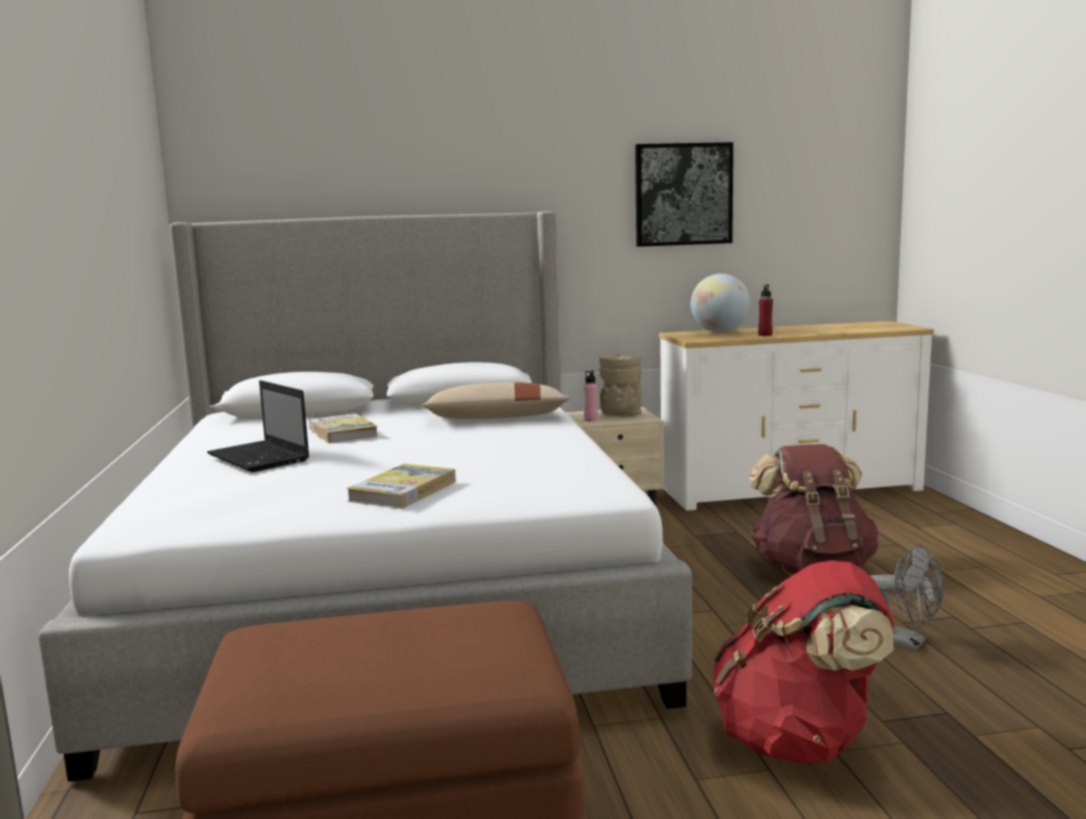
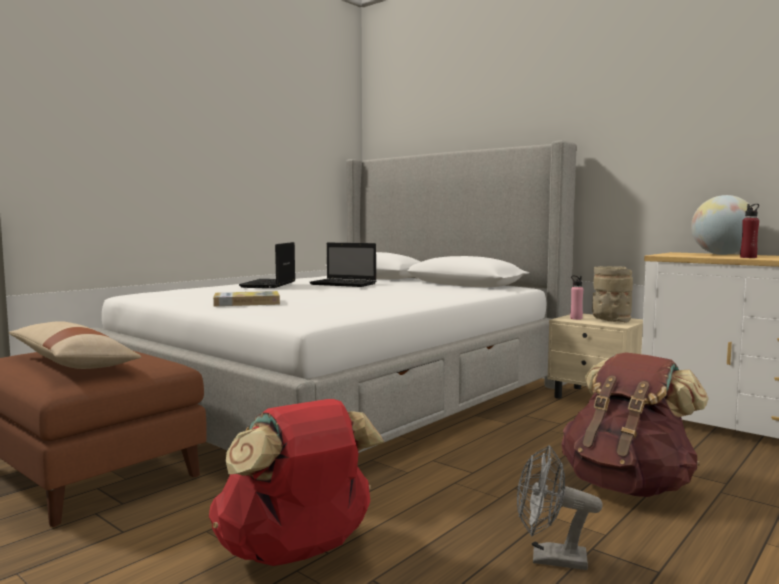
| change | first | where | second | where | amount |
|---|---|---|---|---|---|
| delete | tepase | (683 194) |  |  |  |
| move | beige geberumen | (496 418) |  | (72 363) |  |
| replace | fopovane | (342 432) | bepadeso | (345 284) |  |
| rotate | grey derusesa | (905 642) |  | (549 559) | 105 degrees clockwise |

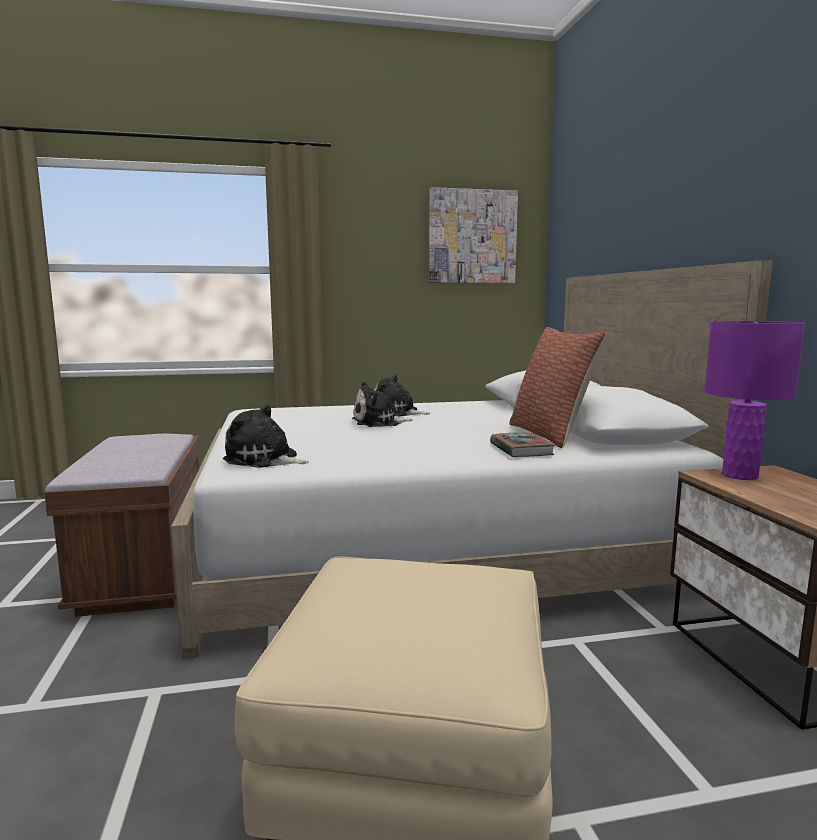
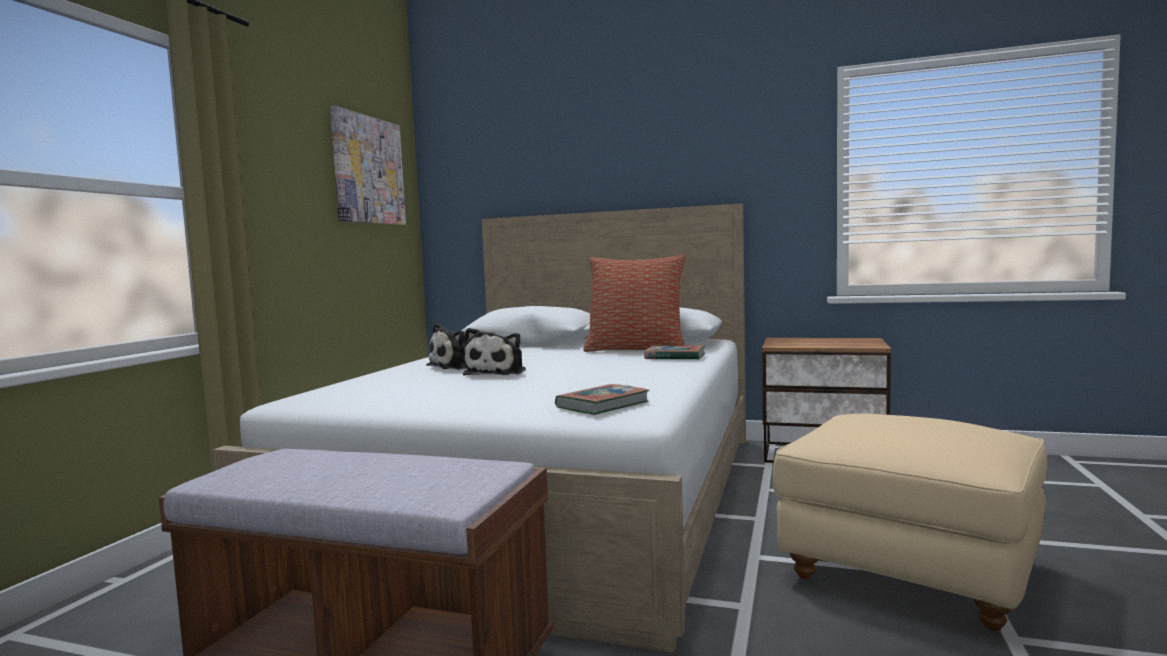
| change | first | where | second | where | amount |
|---|---|---|---|---|---|
| delete | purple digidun | (740 475) |  |  |  |
| replace | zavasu | (264 460) | fopovane | (602 405) |  |

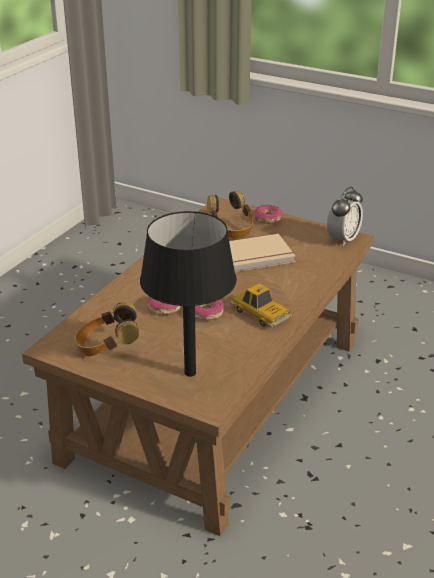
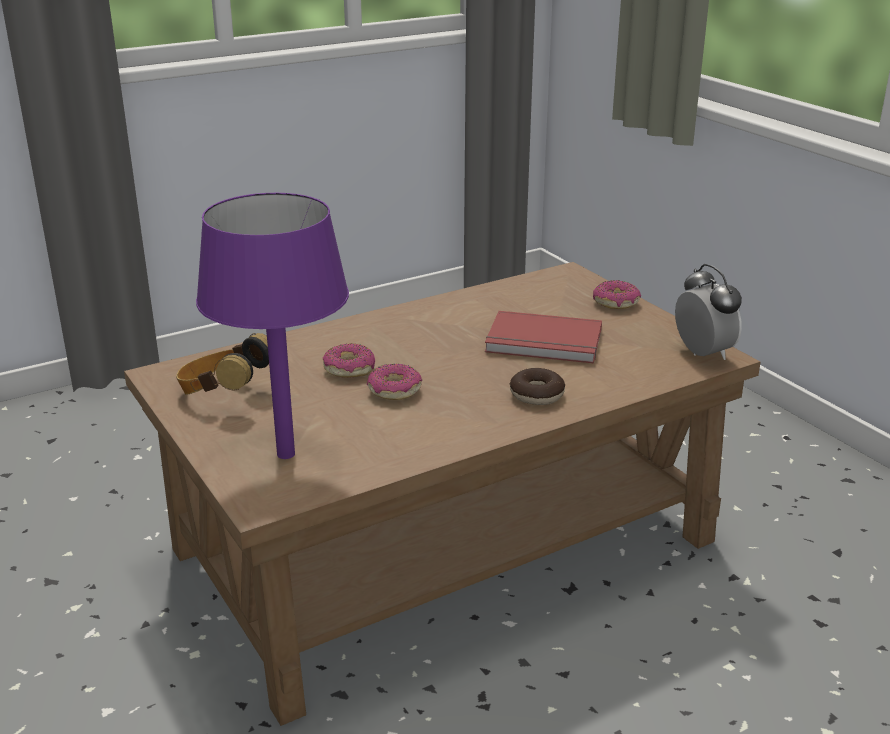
| change | first | where | second | where | amount |
|---|---|---|---|---|---|
| rotate | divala | (343 239) |  | (703 353) | 90 degrees counterclockwise |
| delete | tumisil | (231 229) |  |  |  |
| recolor | black digidun | (190 373) | purple digidun | (285 454) |  |
| recolor | beige fopovane | (256 257) | red fopovane | (544 343) |  |
| delete | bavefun | (260 313) |  |  |  |
| insert |  |  | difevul | (536 395) |  |

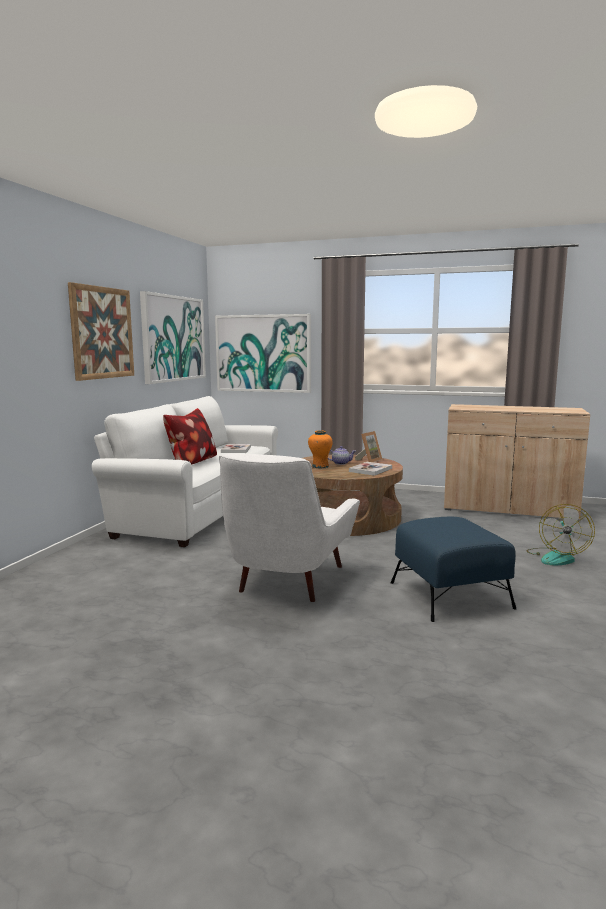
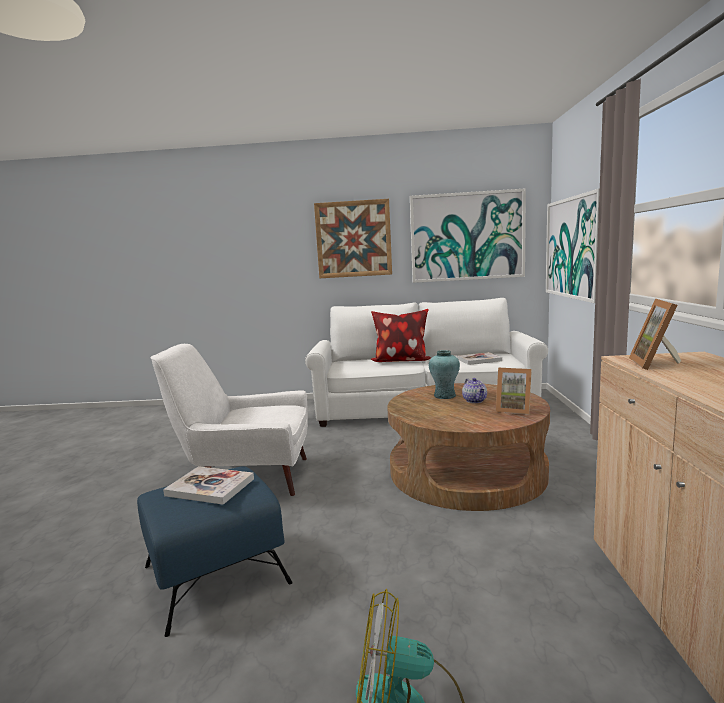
| change | first | where | second | where | amount |
|---|---|---|---|---|---|
| recolor | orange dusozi | (320 466) | turquoise dusozi | (444 396) |  |
| move | fopovane | (370 470) |  | (210 487) |  |
| insert |  |  | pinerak | (656 364) |  |

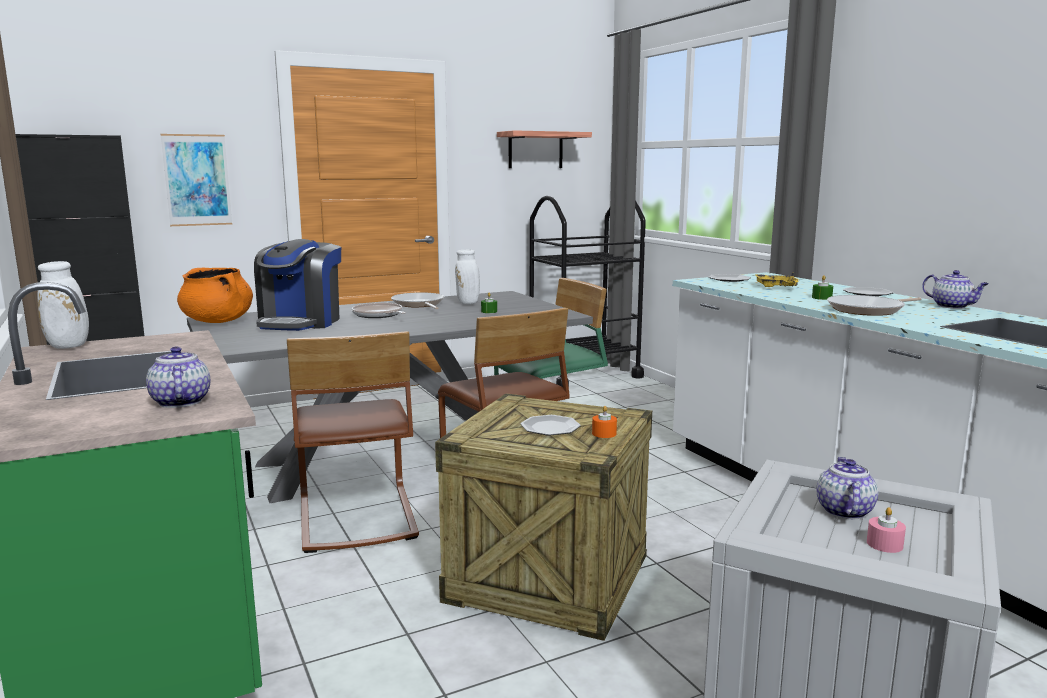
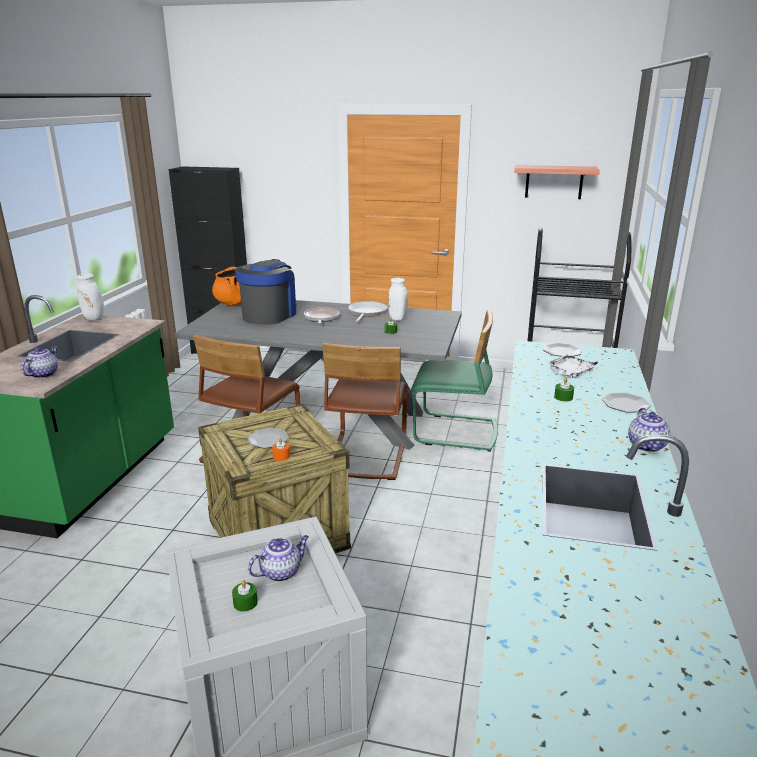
| change | first | where | second | where | amount |
|---|---|---|---|---|---|
| delete | tepase | (197 180) |  |  |  |
| rotate | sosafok | (300 322) |  | (269 315) | 150 degrees clockwise |
| recolor | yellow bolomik | (776 287) | white bolomik | (569 373) |  |
| delete | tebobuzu | (868 310) |  |  |  |
| recolor | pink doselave | (884 544) | green doselave | (245 602) |  |

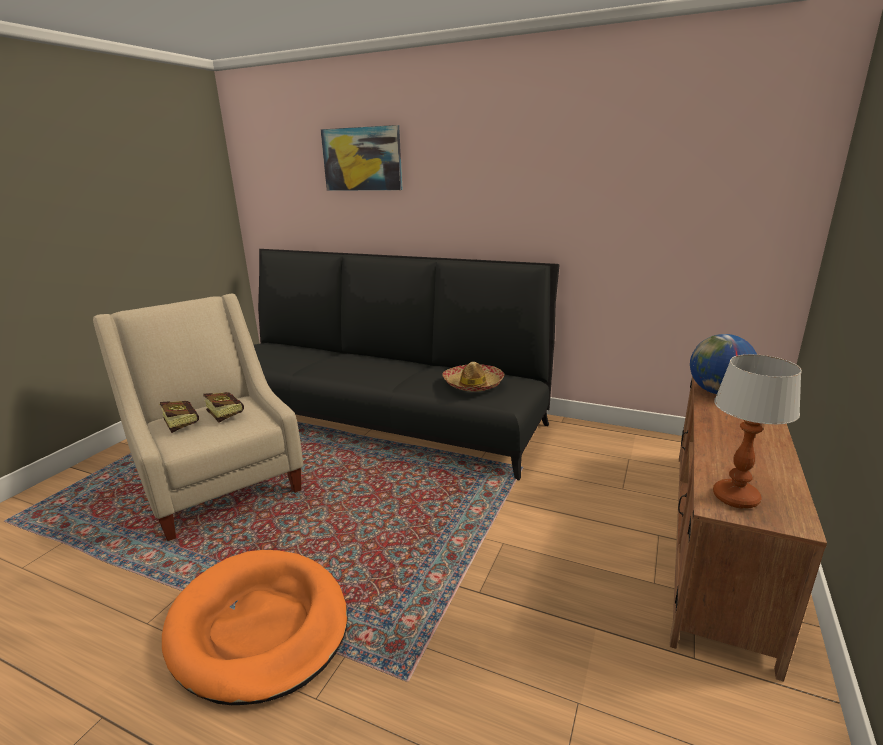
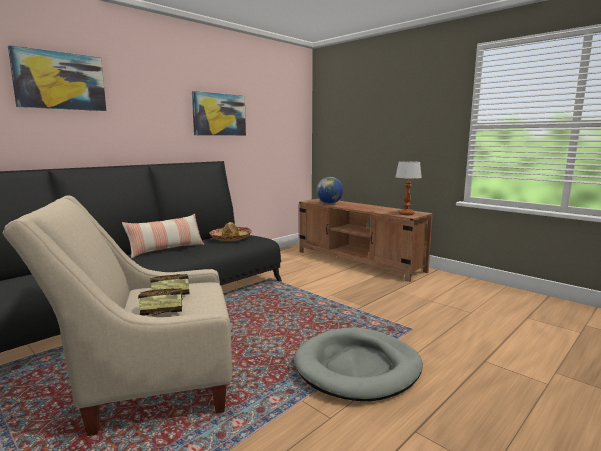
| change | first | where | second | where | amount |
|---|---|---|---|---|---|
| recolor | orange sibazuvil | (259 627) | grey sibazuvil | (358 367) |  |
| insert |  |  | tepase | (219 114) |  |
| insert |  |  | geberumen | (166 249) |  |

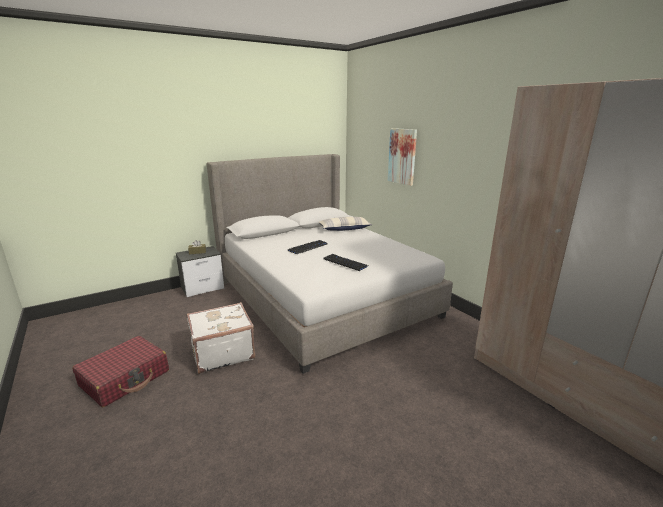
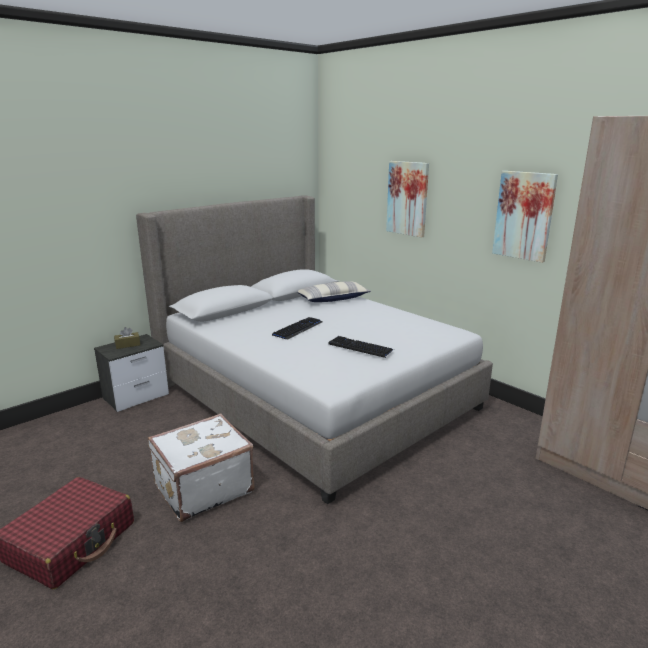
| change | first | where | second | where | amount |
|---|---|---|---|---|---|
| insert |  |  | tepase | (524 215) |  |

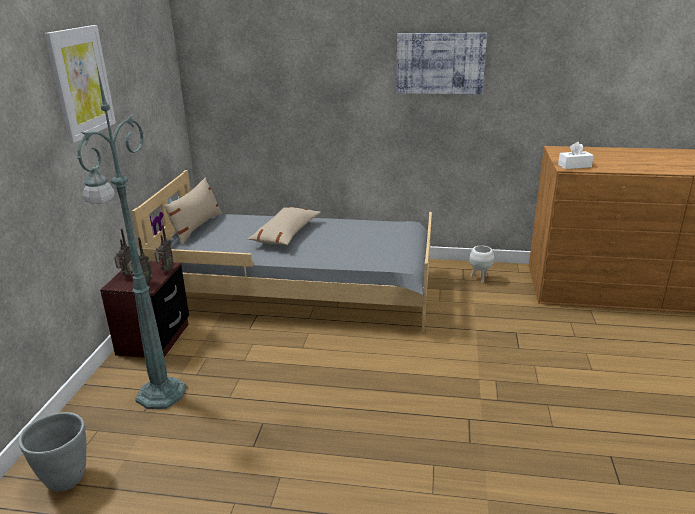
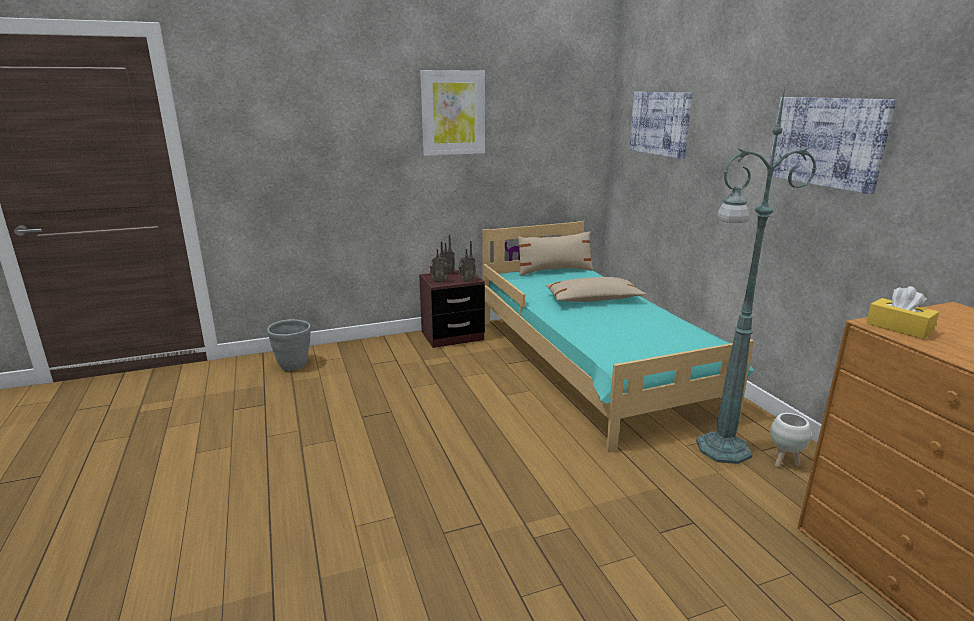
| change | first | where | second | where | amount |
|---|---|---|---|---|---|
| move | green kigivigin | (159 395) |  | (720 449) |  |
| recolor | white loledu | (574 166) | yellow loledu | (898 328) |  |
| recolor | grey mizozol | (299 291) | turquoise mizozol | (591 364) |  |
| insert |  |  | tepase | (660 123) |  |

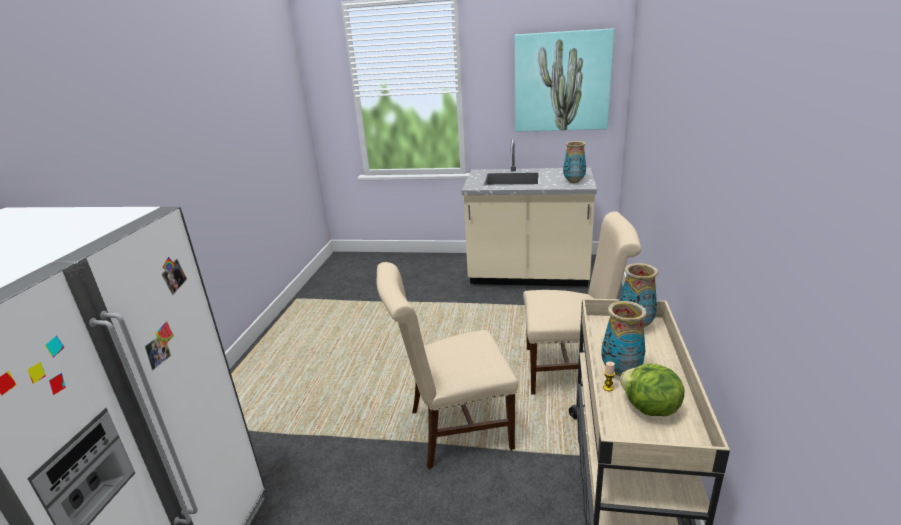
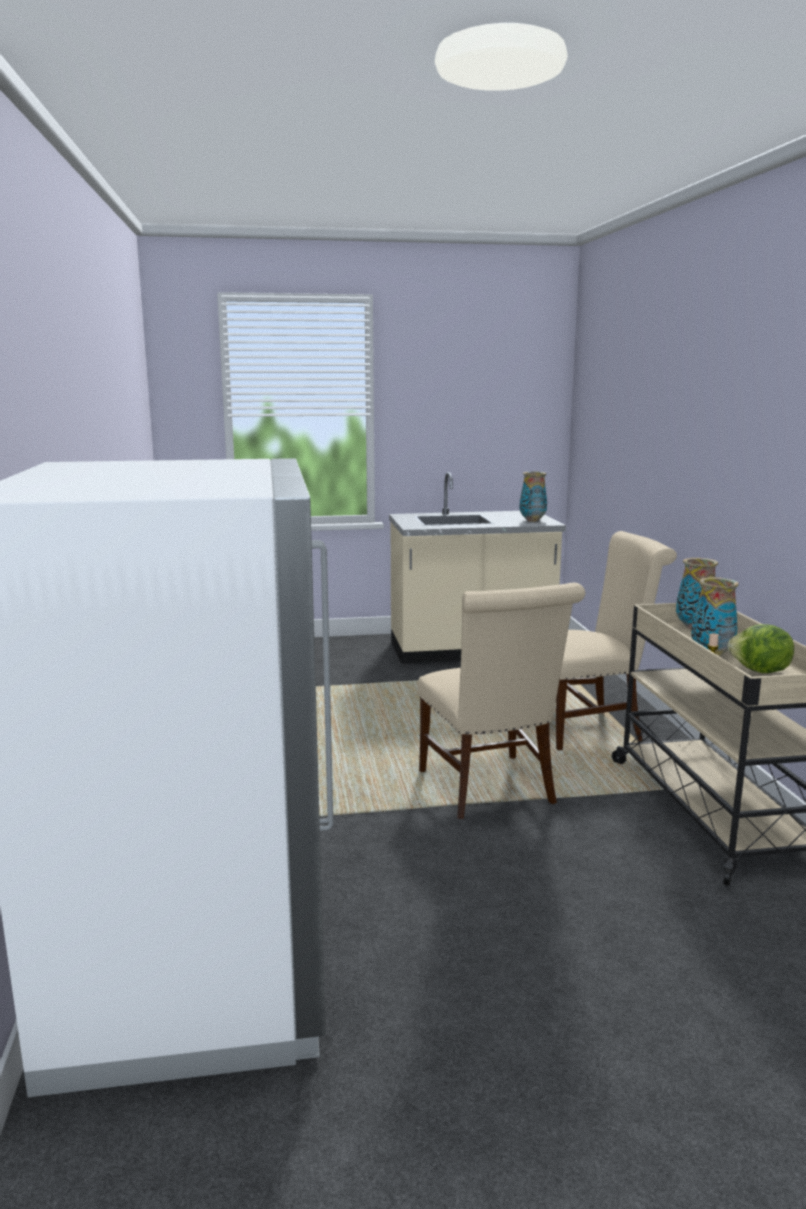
| change | first | where | second | where | amount |
|---|---|---|---|---|---|
| delete | tepase | (561 82) |  |  |  |
| rotate | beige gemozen | (452 430) |  | (490 790) | 75 degrees counterclockwise |

